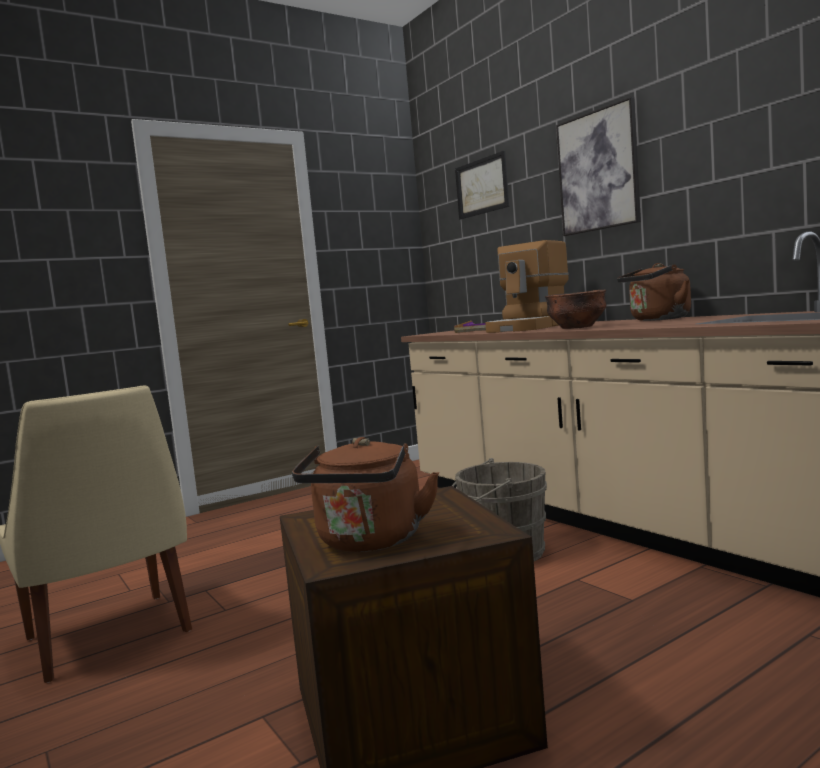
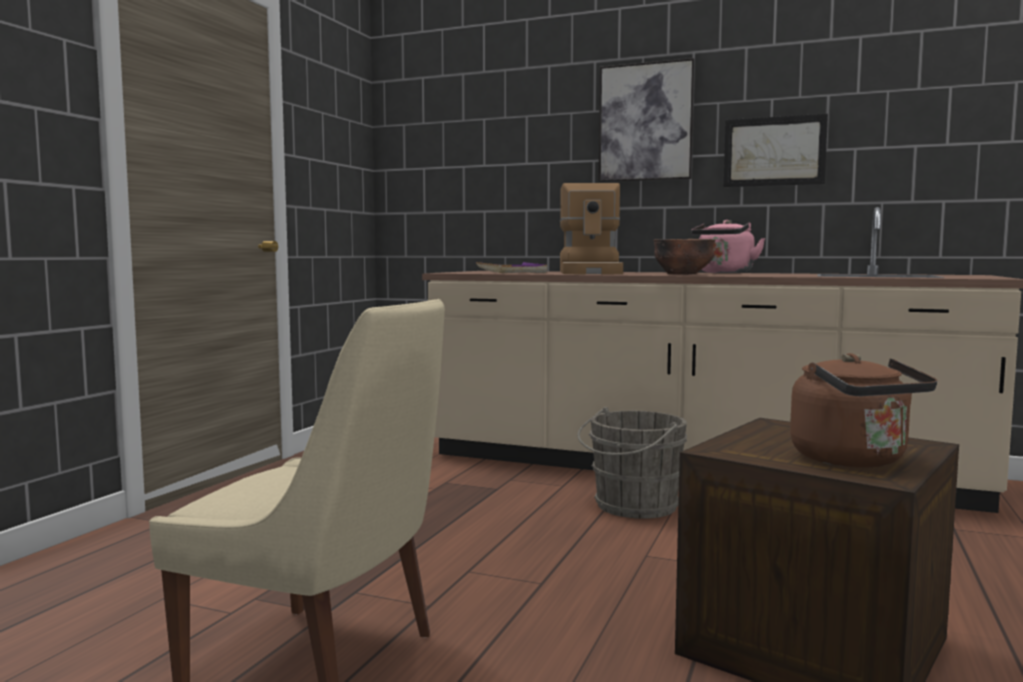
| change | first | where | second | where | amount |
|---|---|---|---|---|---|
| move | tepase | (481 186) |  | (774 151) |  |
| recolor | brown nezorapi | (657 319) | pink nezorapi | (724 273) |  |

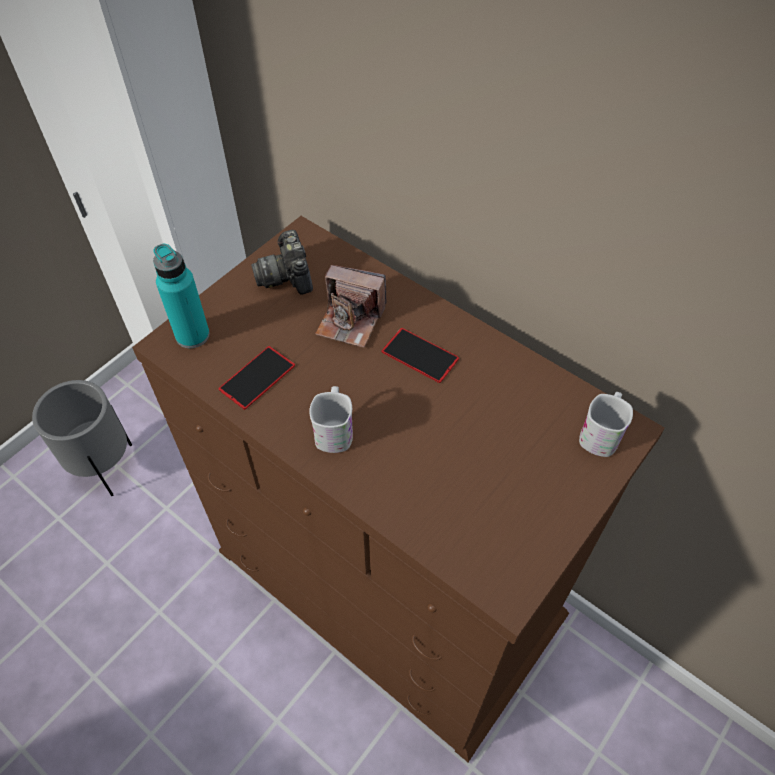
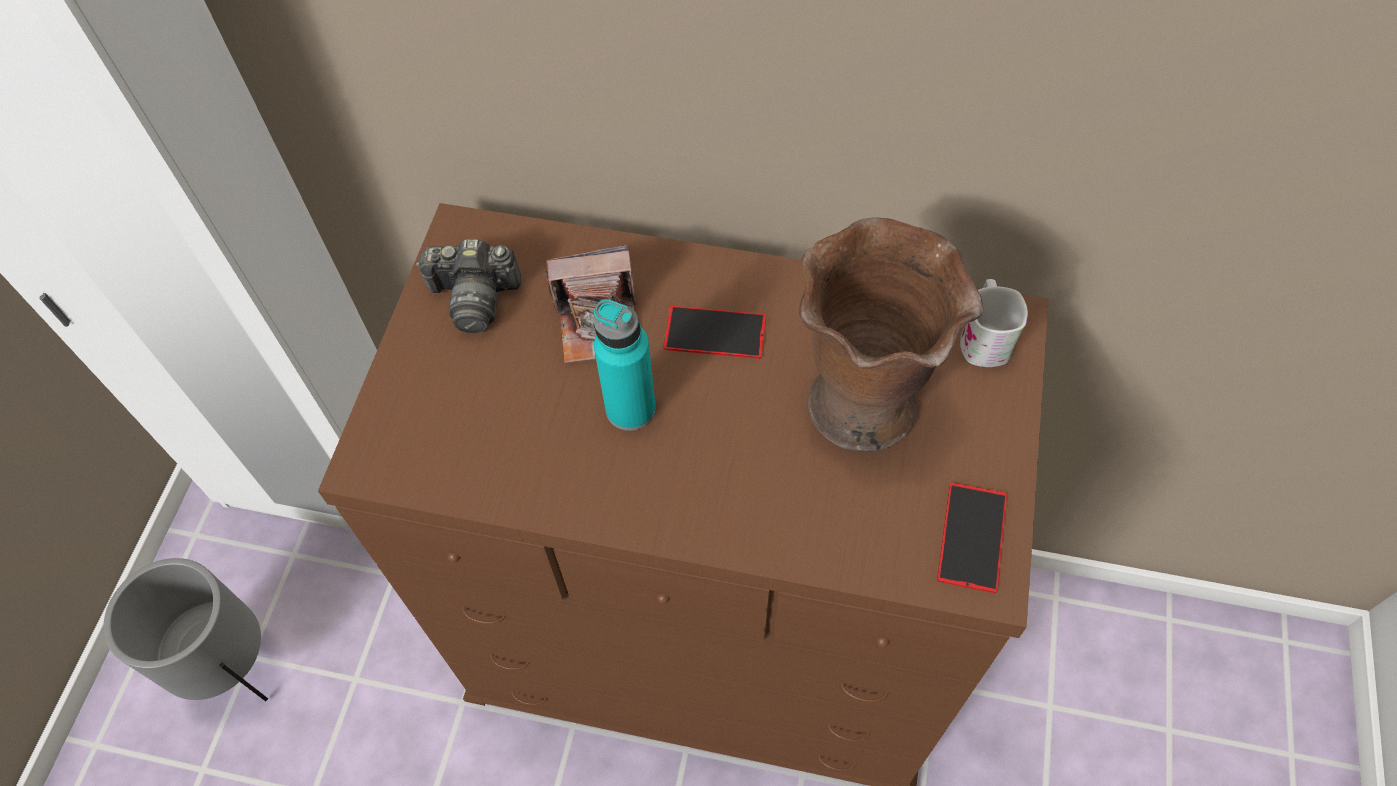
| change | first | where | second | where | amount |
|---|---|---|---|---|---|
| rotate | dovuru | (287 276) |  | (474 297) | 45 degrees counterclockwise |
| move | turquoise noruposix | (192 335) |  | (630 409) |  |
| move | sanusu | (257 377) |  | (972 537) |  |
| delete | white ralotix | (334 430) |  |  |  |
| insert |  |  | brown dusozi | (863 406) |  |

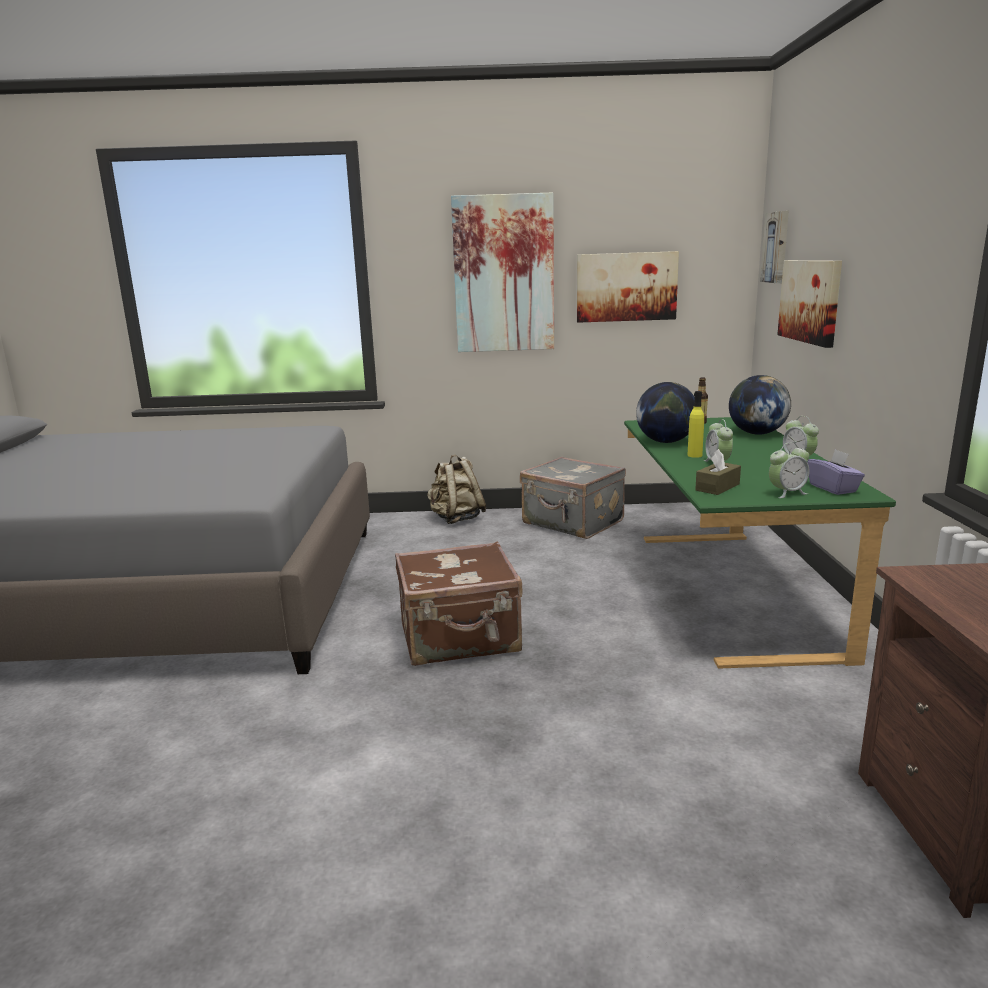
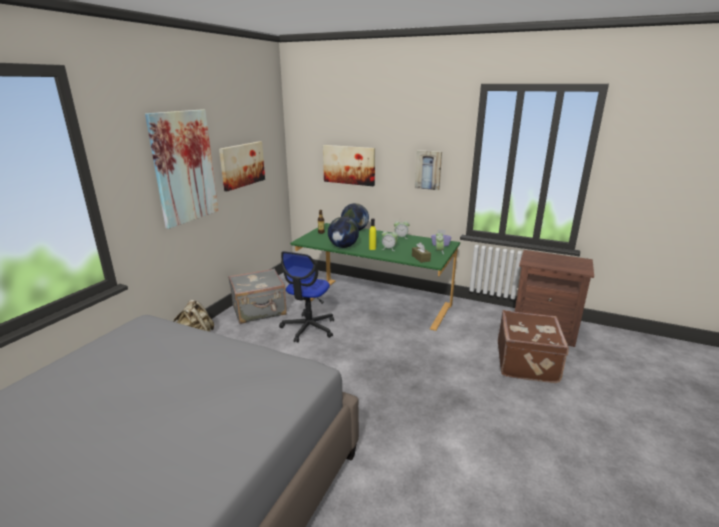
| change | first | where | second | where | amount |
|---|---|---|---|---|---|
| move | tepase | (777 247) |  | (428 169) |  |
| move | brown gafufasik | (460 638) |  | (528 363) |  |
| insert |  |  | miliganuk | (308 328) |  |

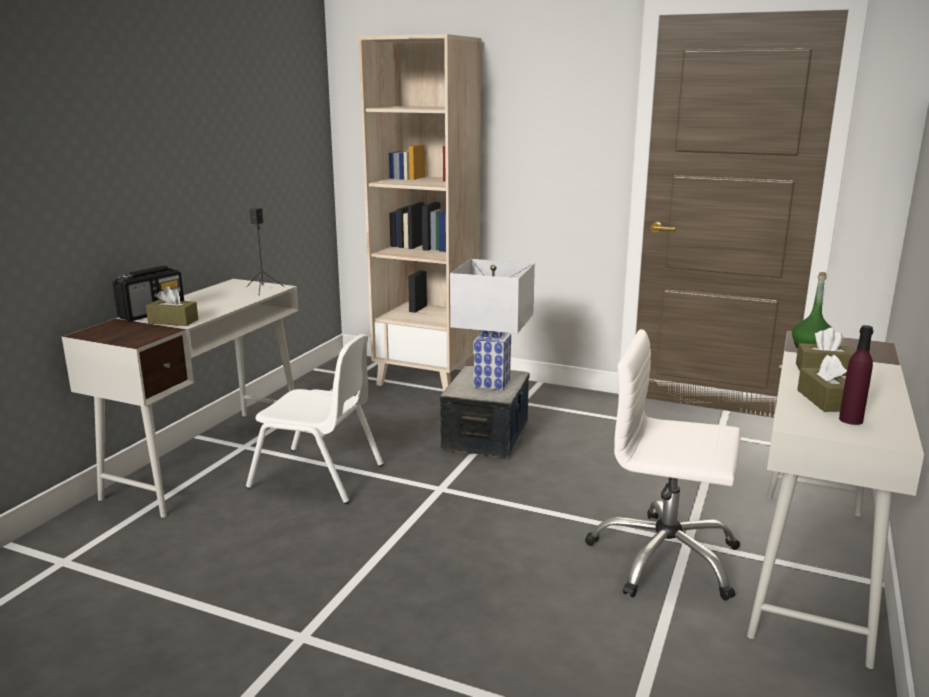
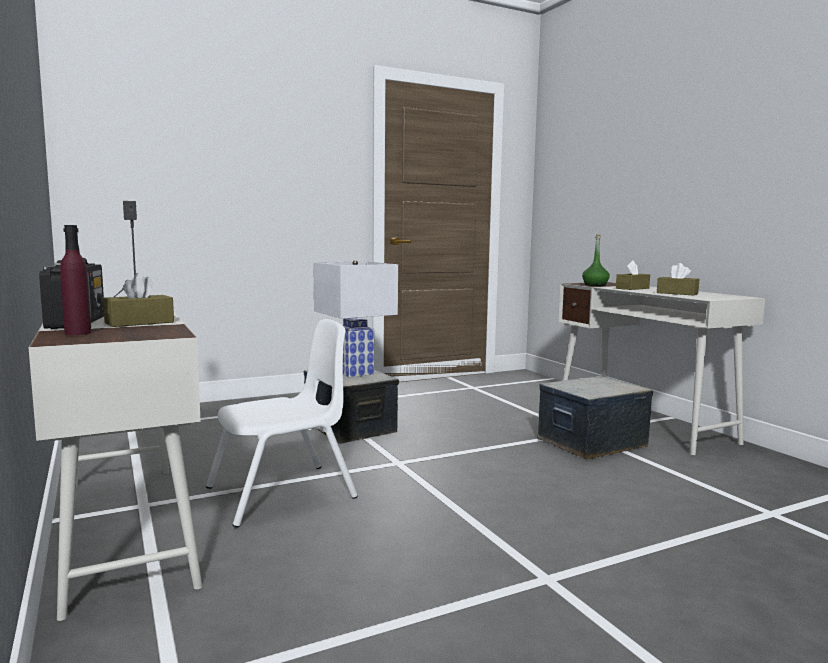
| change | first | where | second | where | amount |
|---|---|---|---|---|---|
| delete | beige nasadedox | (428 379) |  |  |  |
| move | purple noruposix | (850 420) |  | (78 333) |  |
| replace | white miliganuk | (664 558) | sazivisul | (591 442) |  |

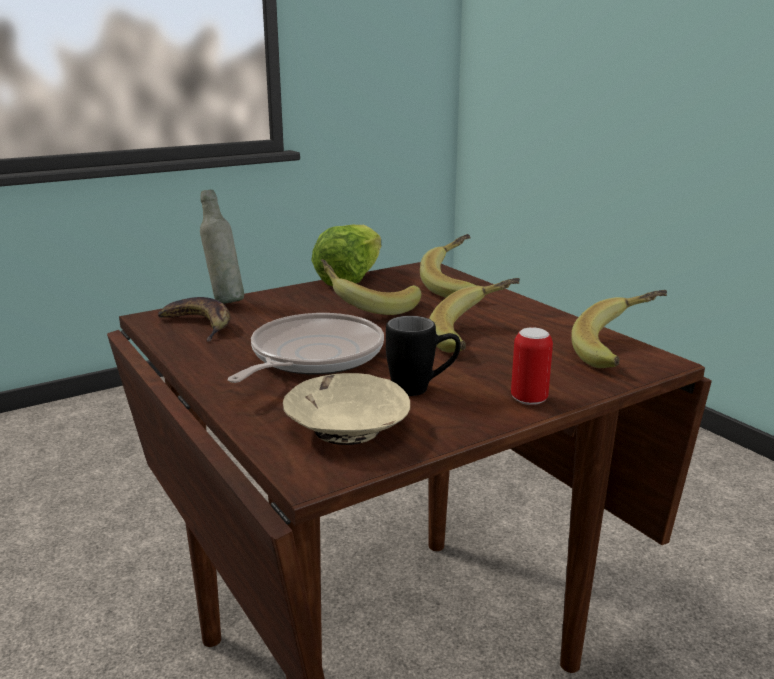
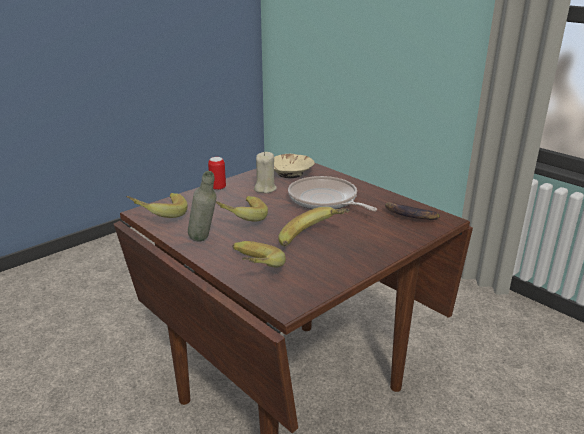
| change | first | where | second | where | amount |
|---|---|---|---|---|---|
| move | grey noruposix | (224 301) |  | (204 242) |  |
| delete | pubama | (350 279) |  |  |  |
| rotate | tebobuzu | (312 357) |  | (325 200) | 120 degrees clockwise |
| replace | black ralotix | (422 389) | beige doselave | (265 189) |  |

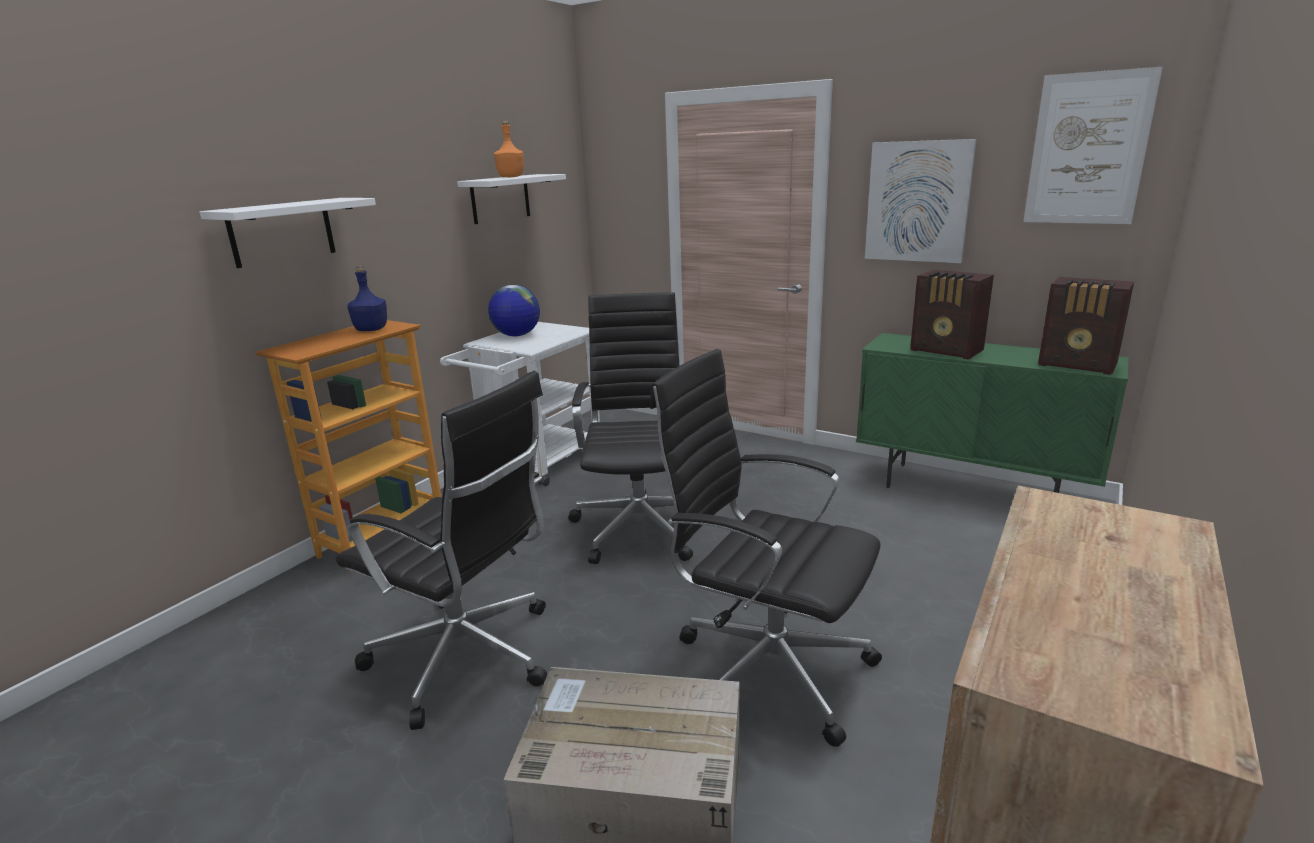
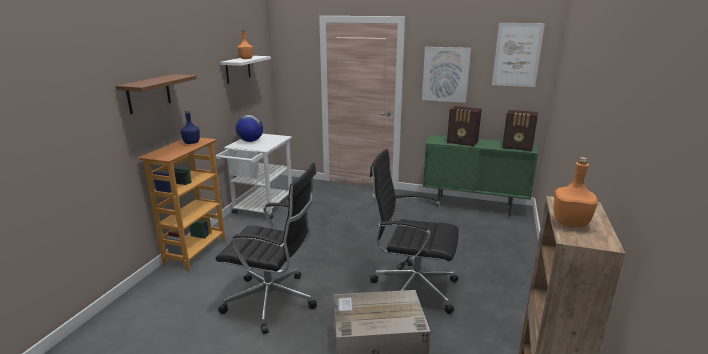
| change | first | where | second | where | amount |
|---|---|---|---|---|---|
| recolor | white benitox | (282 232) | brown benitox | (148 93) |  |
| delete | black miliganuk | (641 525) |  |  |  |
| insert |  |  | orange noruposix | (569 222) |  |

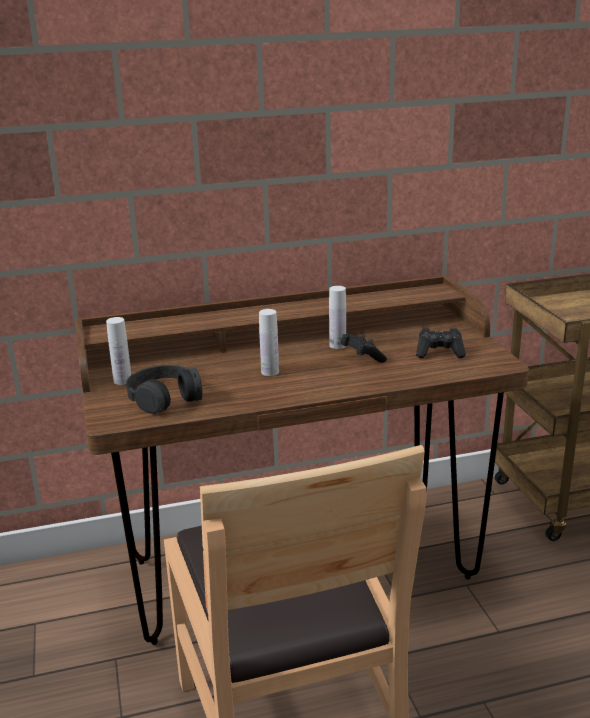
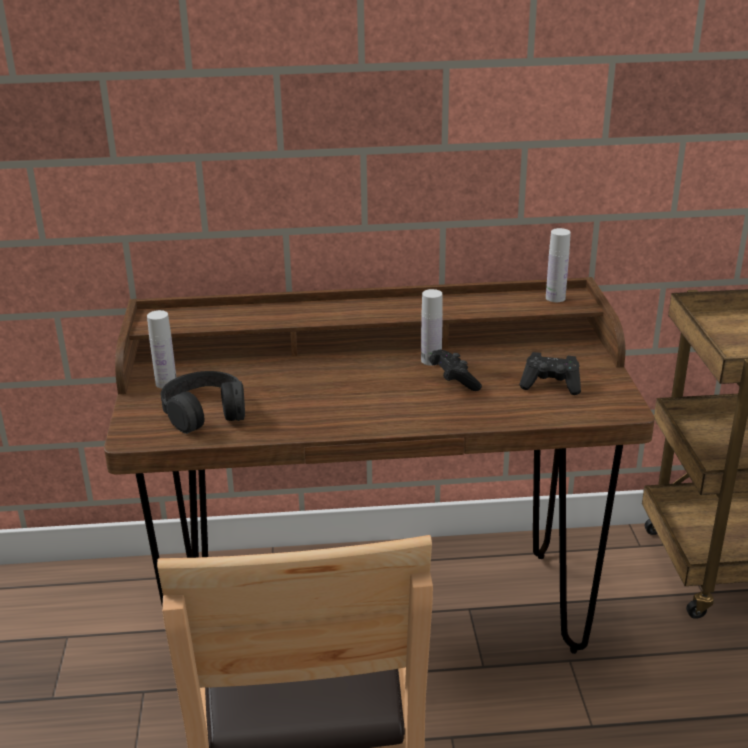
| change | first | where | second | where | amount |
|---|---|---|---|---|---|
| move | white noruposix | (270 372) |  | (555 298) |  |

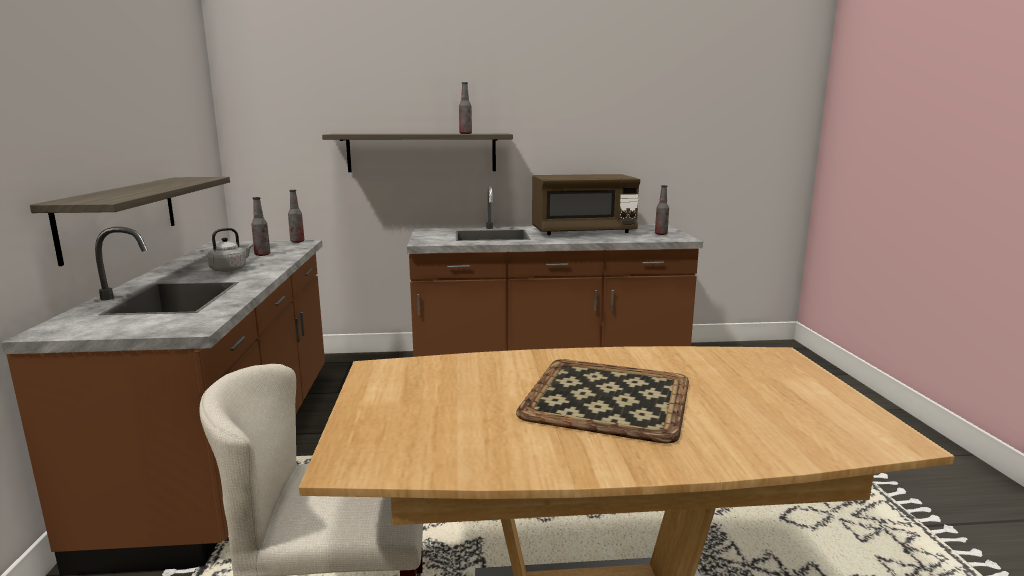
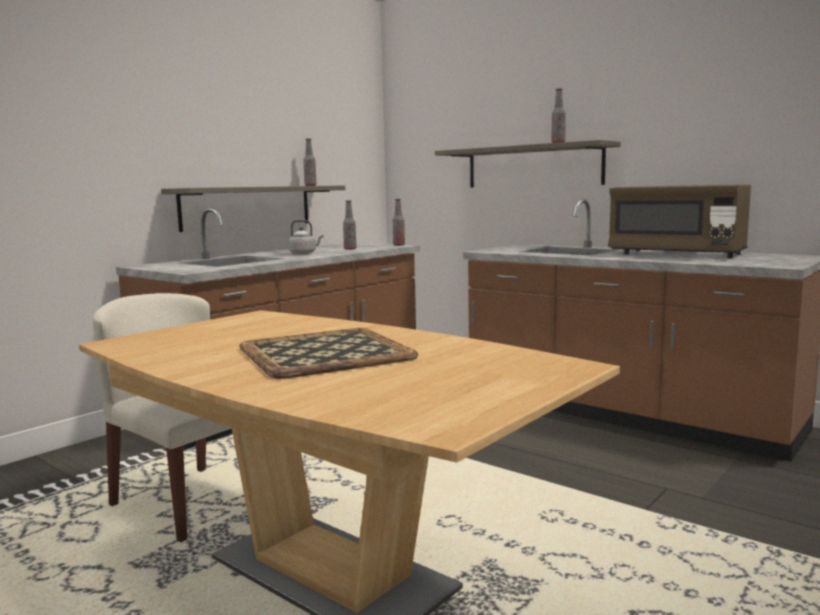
| change | first | where | second | where | amount |
|---|---|---|---|---|---|
| move | noruposix | (661 234) |  | (310 185) |  |

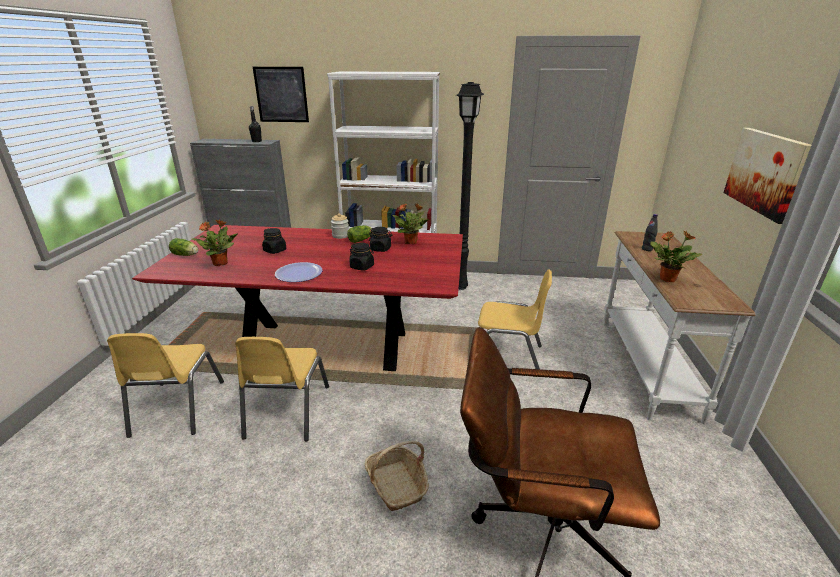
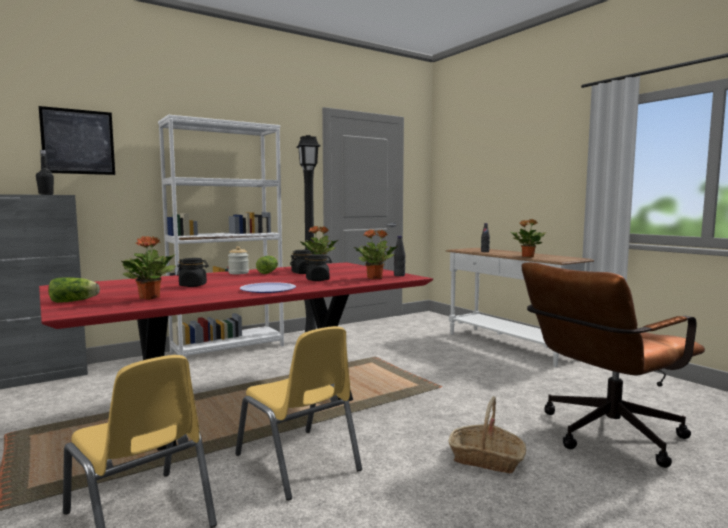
| change | first | where | second | where | amount |
|---|---|---|---|---|---|
| delete | tepase | (766 172) |  |  |  |
| delete | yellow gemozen | (506 356) |  |  |  |
| insert |  |  | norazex | (375 278) |  |
| insert |  |  | black noruposix | (399 275) |  |

